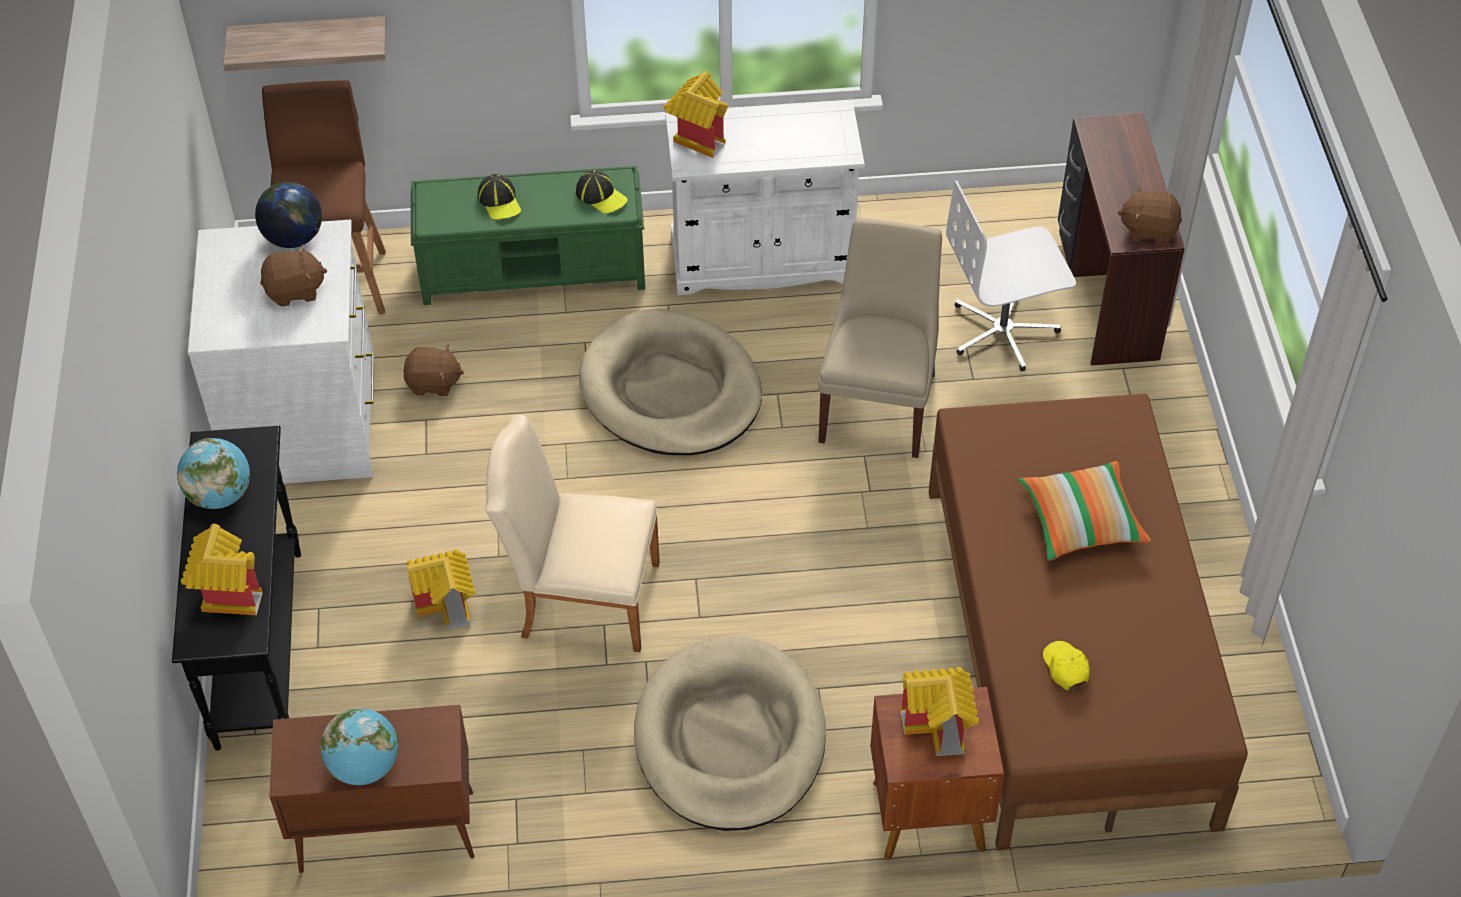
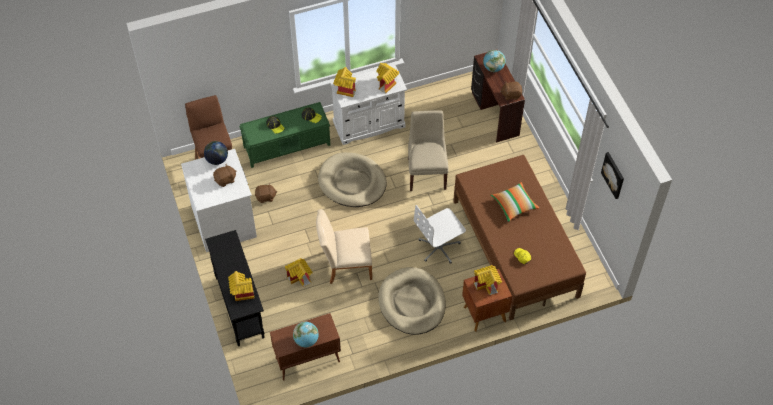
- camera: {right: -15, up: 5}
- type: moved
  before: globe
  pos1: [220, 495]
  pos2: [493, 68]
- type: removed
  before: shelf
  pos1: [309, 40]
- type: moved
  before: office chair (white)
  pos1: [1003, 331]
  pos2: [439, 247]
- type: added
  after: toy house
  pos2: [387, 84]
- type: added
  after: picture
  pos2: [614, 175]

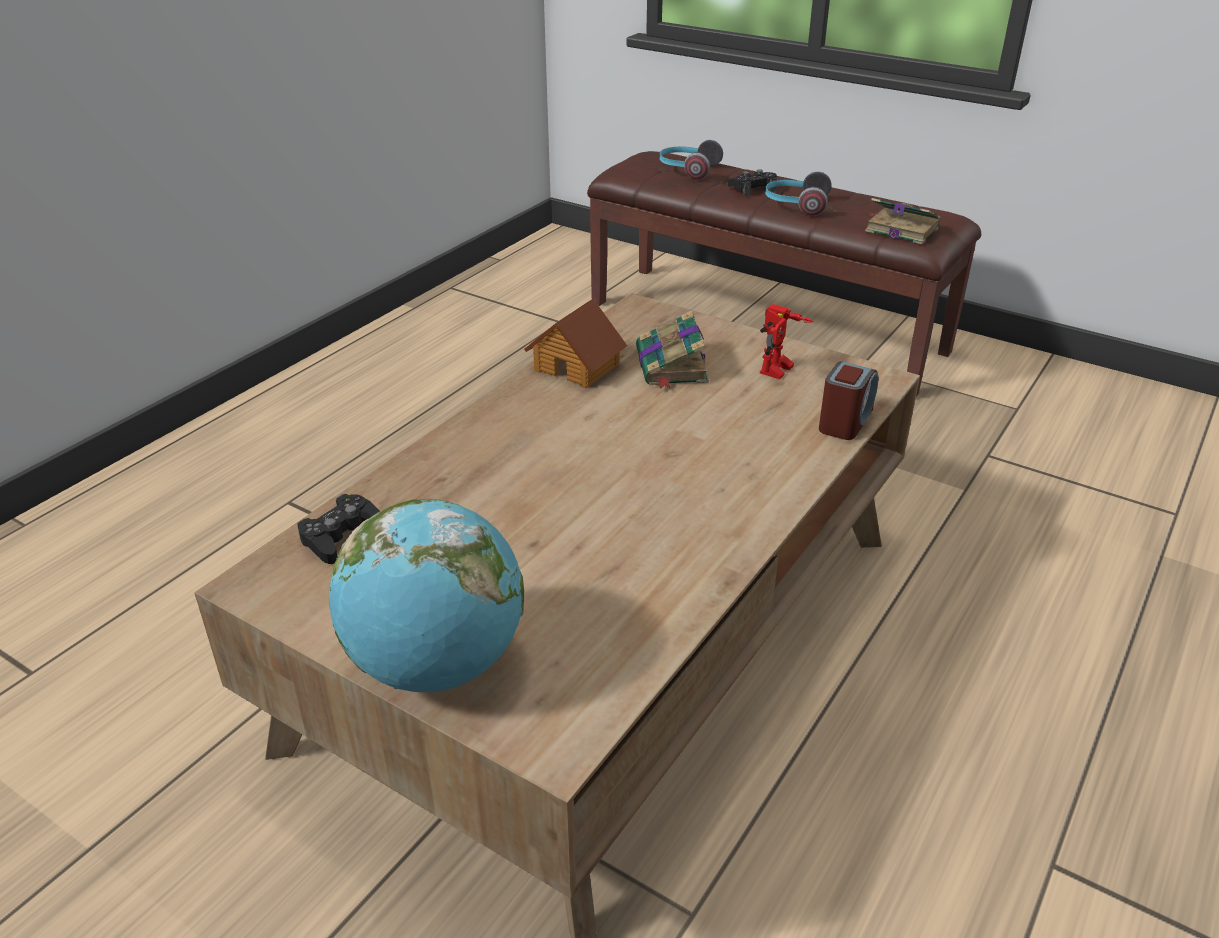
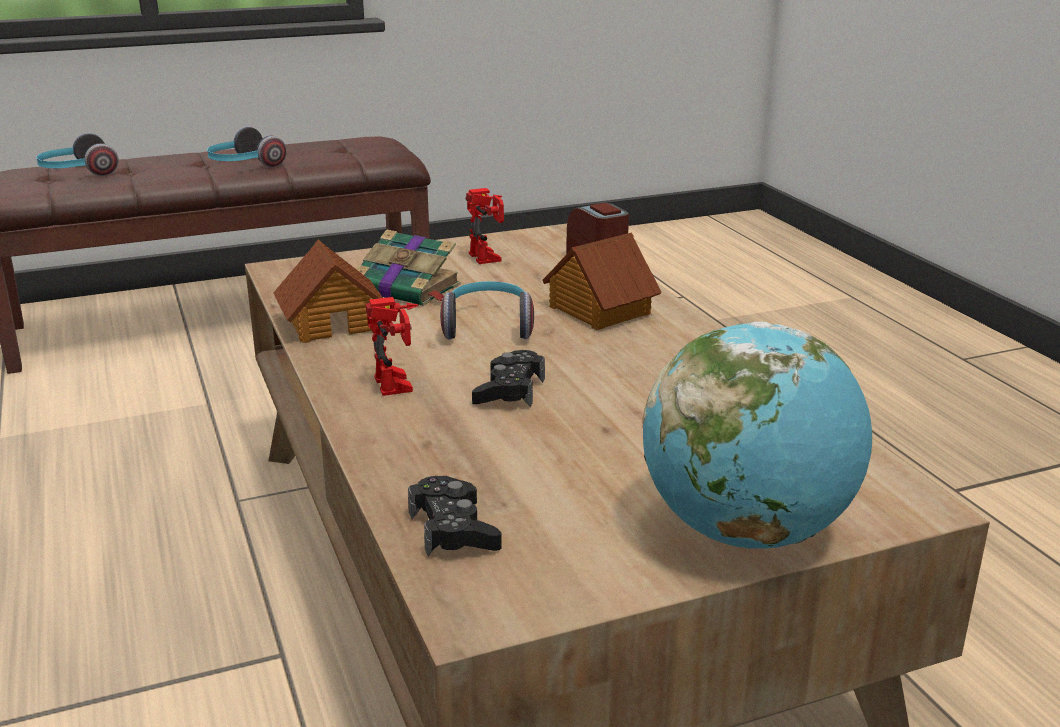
- camera: {right: -55, up: -10}
- type: moved
  before: game controller (black)
  pos1: [752, 189]
  pos2: [509, 390]
- type: removed
  before: book
  pos1: [900, 229]
- type: added
  after: toy robot
  pos2: [400, 385]
- type: added
  after: headphones
  pos2: [488, 326]
- type: added
  after: toy house
  pos2: [598, 310]

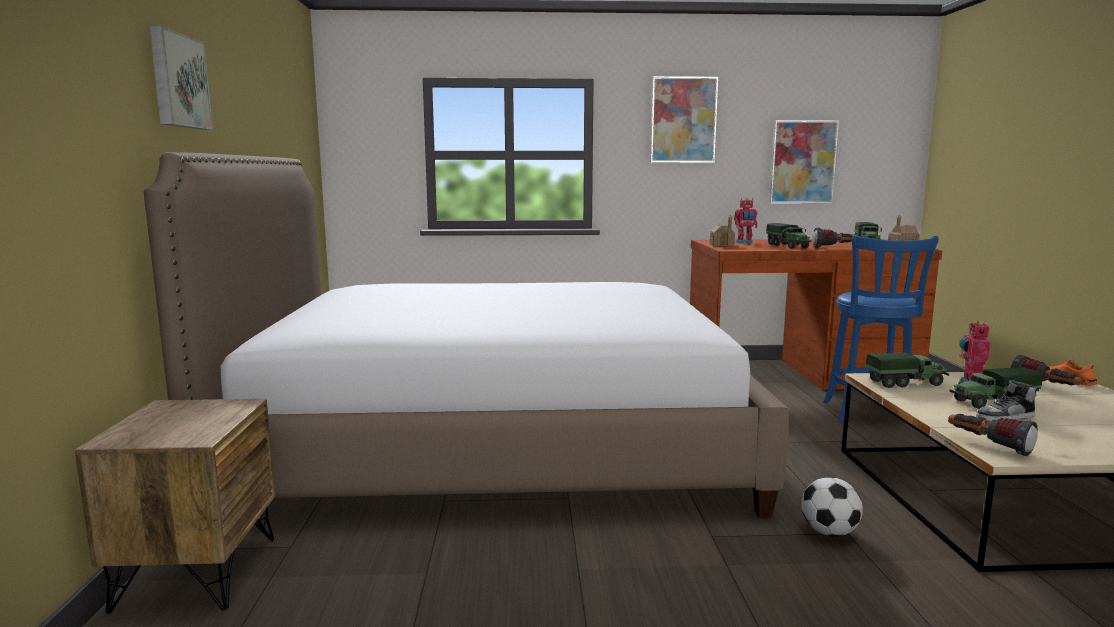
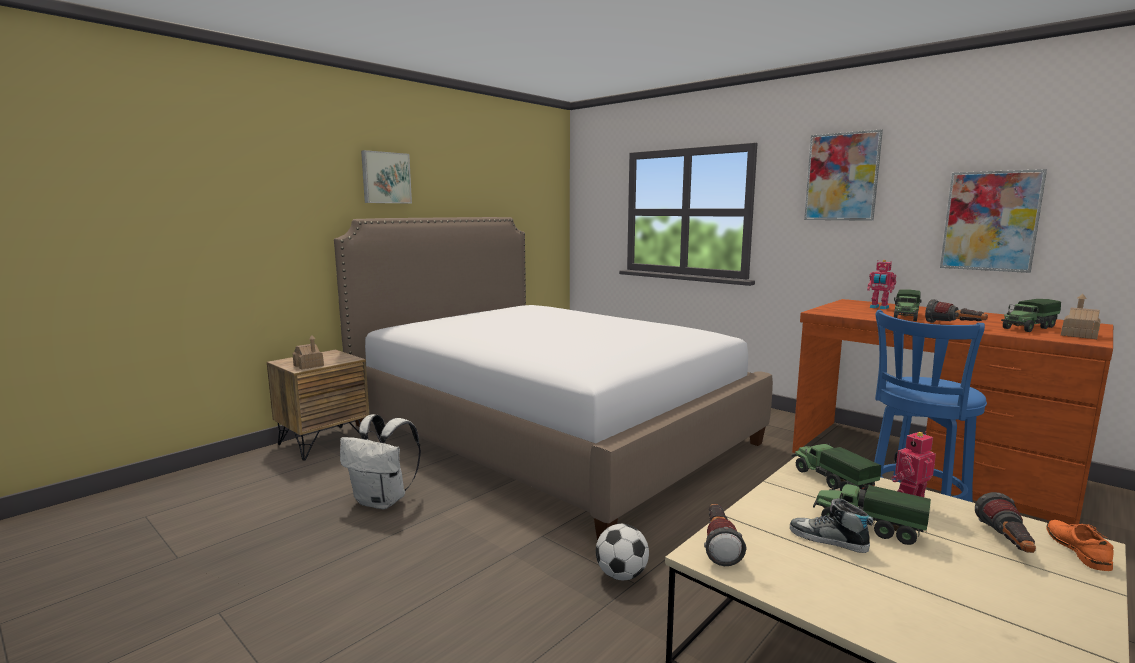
- camera: {right: 45, up: 0}
- type: moved
  before: toy house
  pos1: [721, 245]
  pos2: [308, 365]
- type: turned
  before: toy truck
  pos1: [906, 383]
  pos2: [831, 480]
  turn: -150
- type: added
  after: backpack (white)
  pos2: [383, 501]

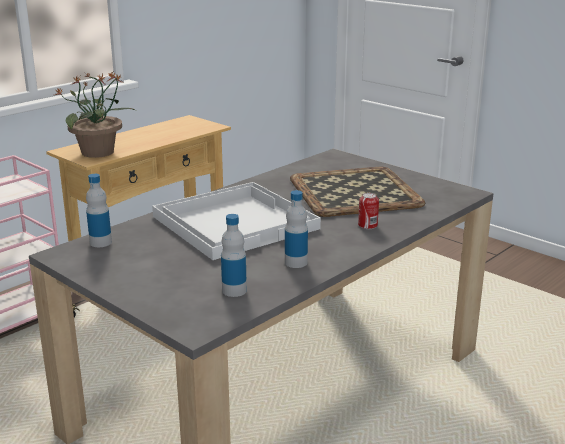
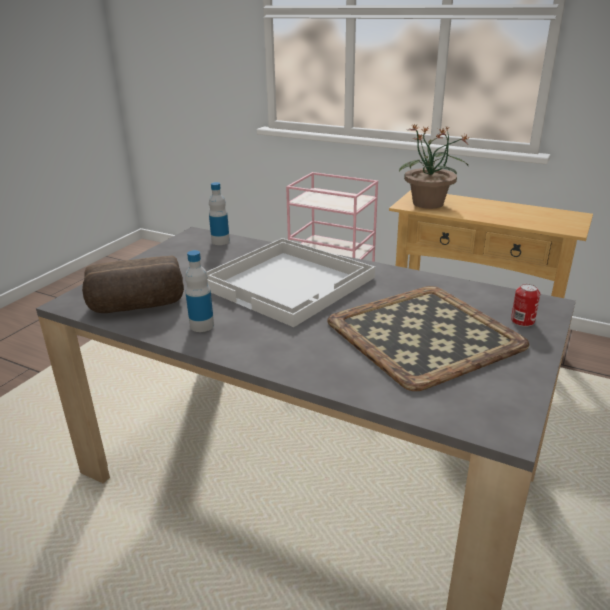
- camera: {right: 75, up: 5}
- type: replaced
  before: bottle
  after: bread
  pos1: [234, 290]
  pos2: [137, 306]
- type: moved
  before: can
  pos1: [367, 225]
  pos2: [522, 321]

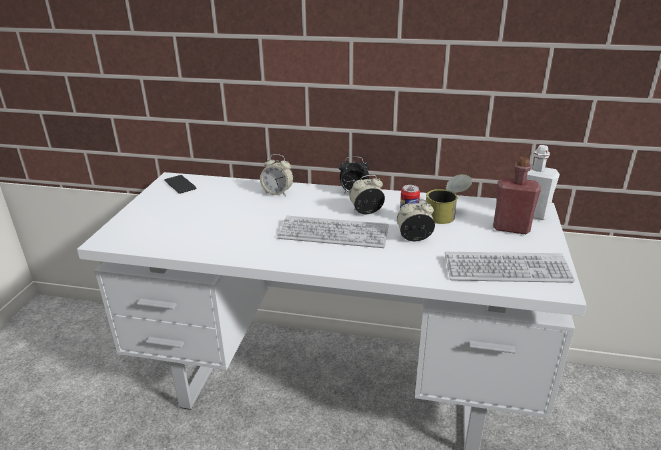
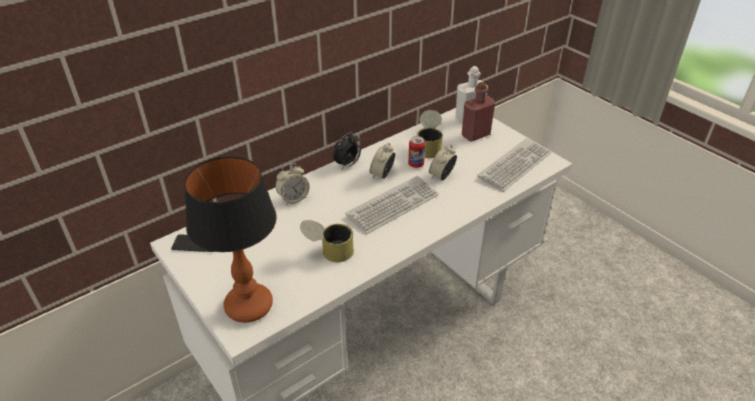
- camera: {right: -50, up: 10}
- type: added
  after: table lamp
  pos2: [249, 305]
- type: added
  after: can
  pos2: [328, 251]

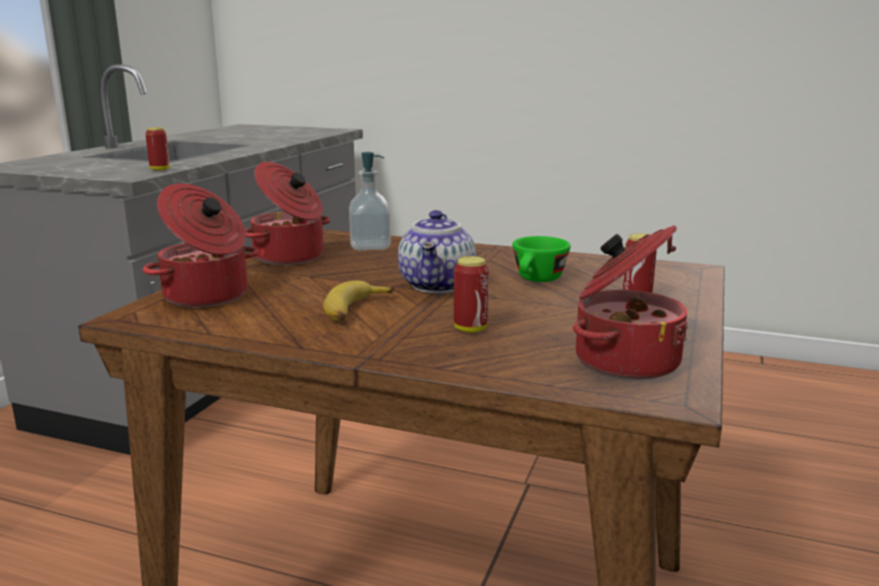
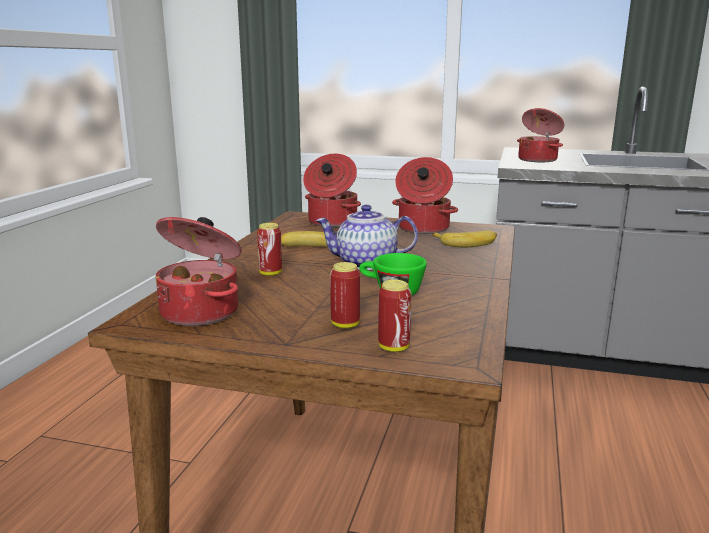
- camera: {right: 85, up: 0}
- type: moved
  before: can
  pos1: [160, 169]
  pos2: [393, 347]
- type: replaced
  before: soap dispenser
  after: banana
  pos1: [370, 246]
  pos2: [467, 243]
- type: added
  after: cooking pot
  pos2: [538, 160]

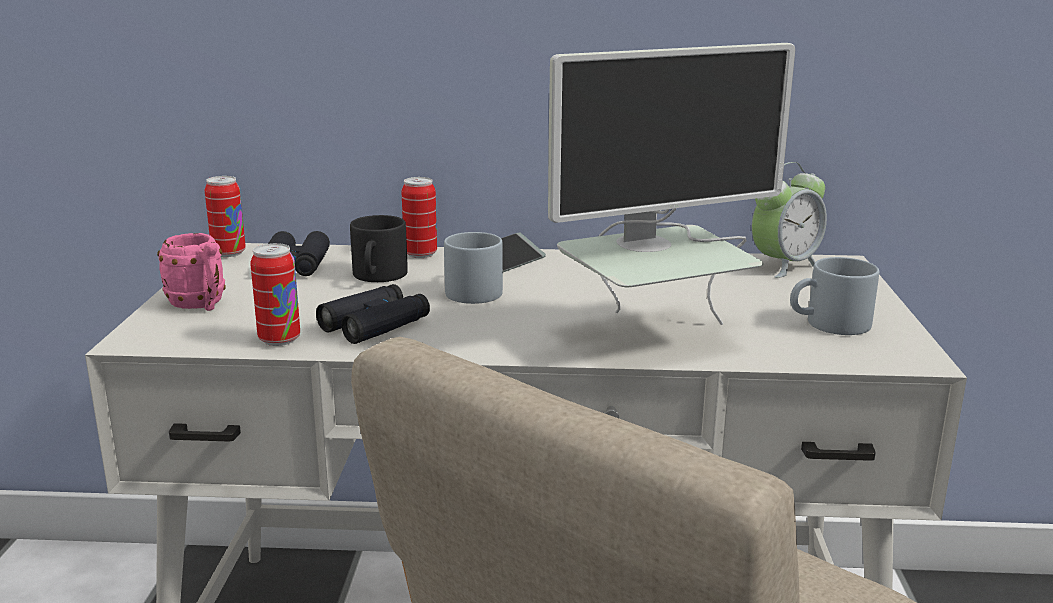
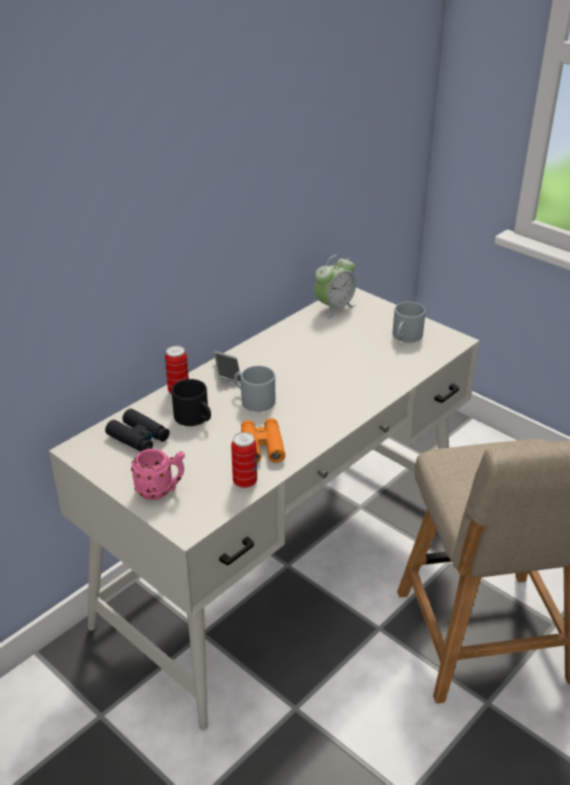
- camera: {right: -50, up: 15}
- type: removed
  before: can
  pos1: [229, 253]
- type: recoloured
  before: binoculars (black)
  after: binoculars (orange)
  pos1: [375, 325]
  pos2: [262, 446]
- type: removed
  before: monitor
  pos1: [653, 336]
- type: turned
  before: alarm clock
  pos1: [784, 266]
  pos2: [334, 308]
  turn: 45

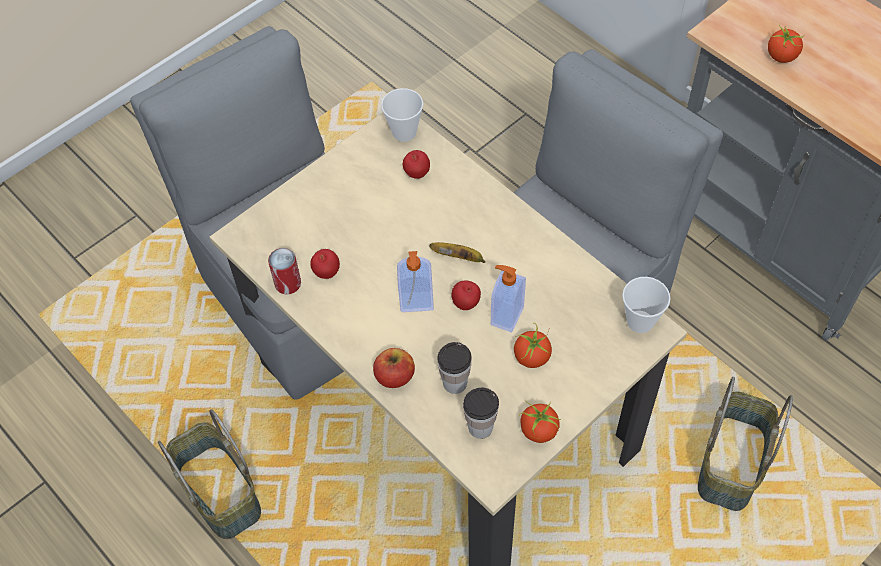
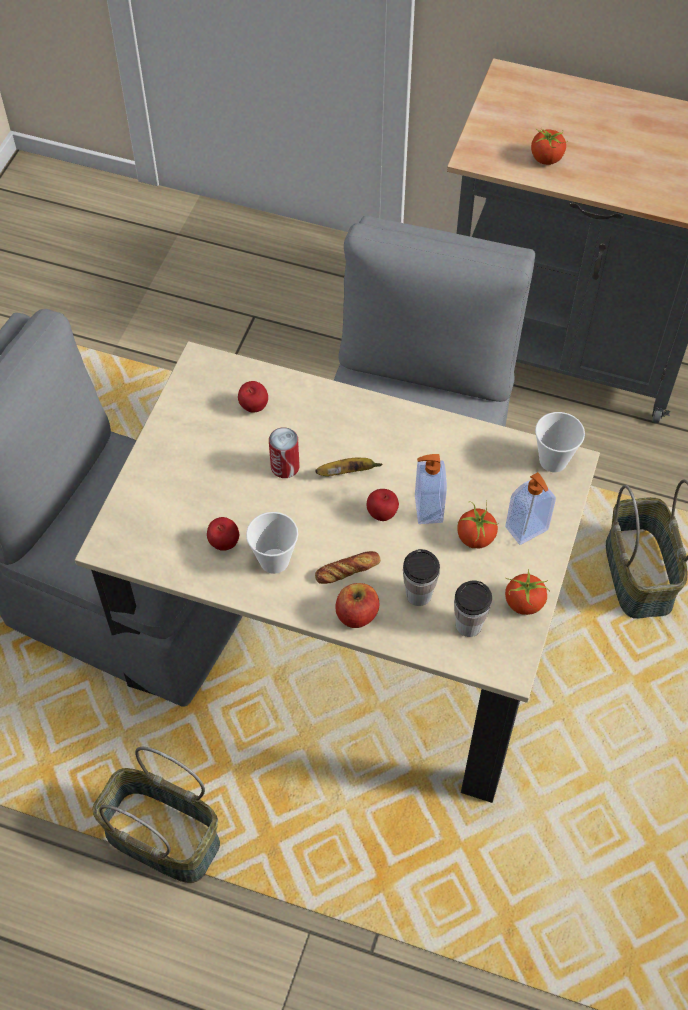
- camera: {right: -30, up: 0}
- type: moved
  before: can
  pos1: [288, 283]
  pos2: [285, 467]
- type: moved
  before: cup
  pos1: [404, 132]
  pos2: [274, 561]
- type: moved
  before: soap dispenser
  pos1: [416, 303]
  pos2: [527, 530]
- type: added
  after: bread
  pos2: [347, 570]

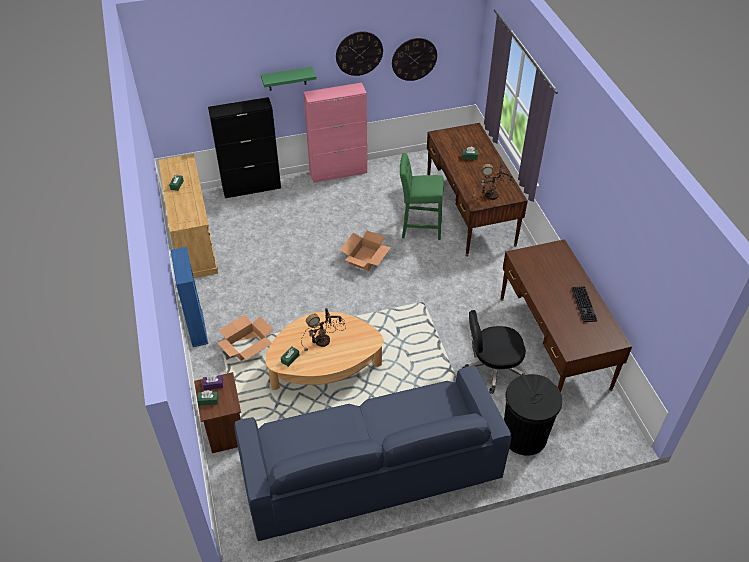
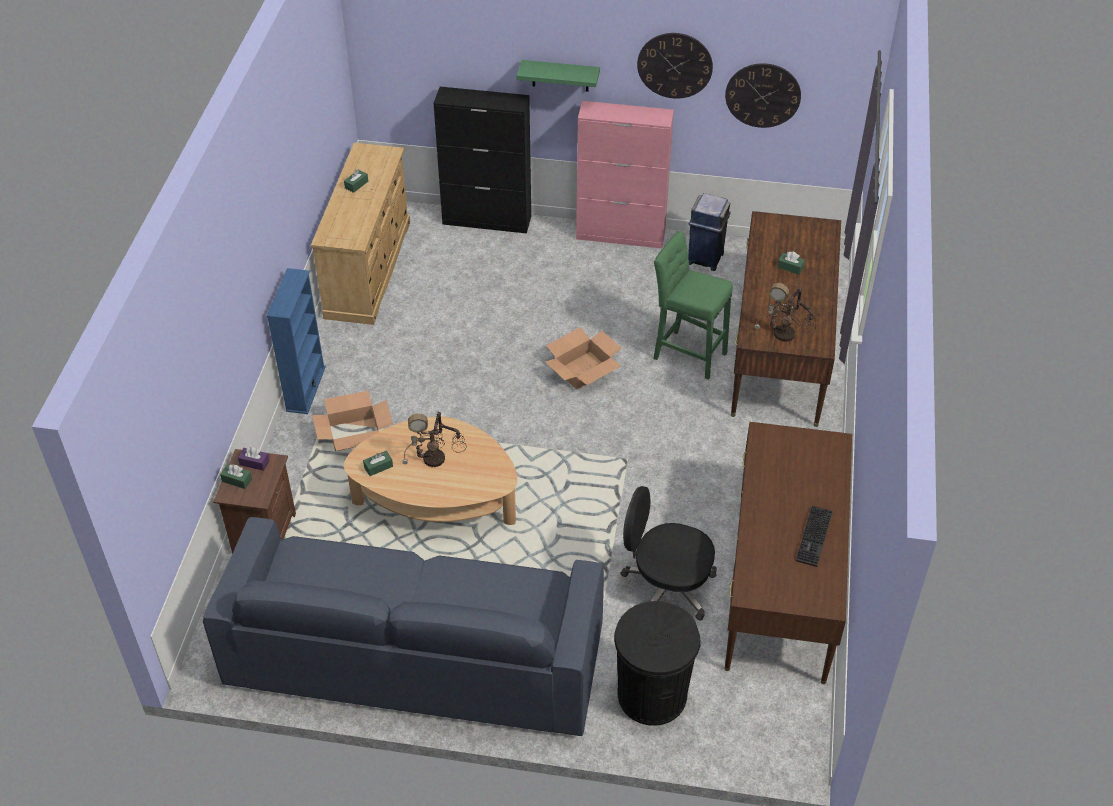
- camera: {right: 25, up: 0}
- type: added
  after: trash can (blue)
  pos2: [705, 258]

